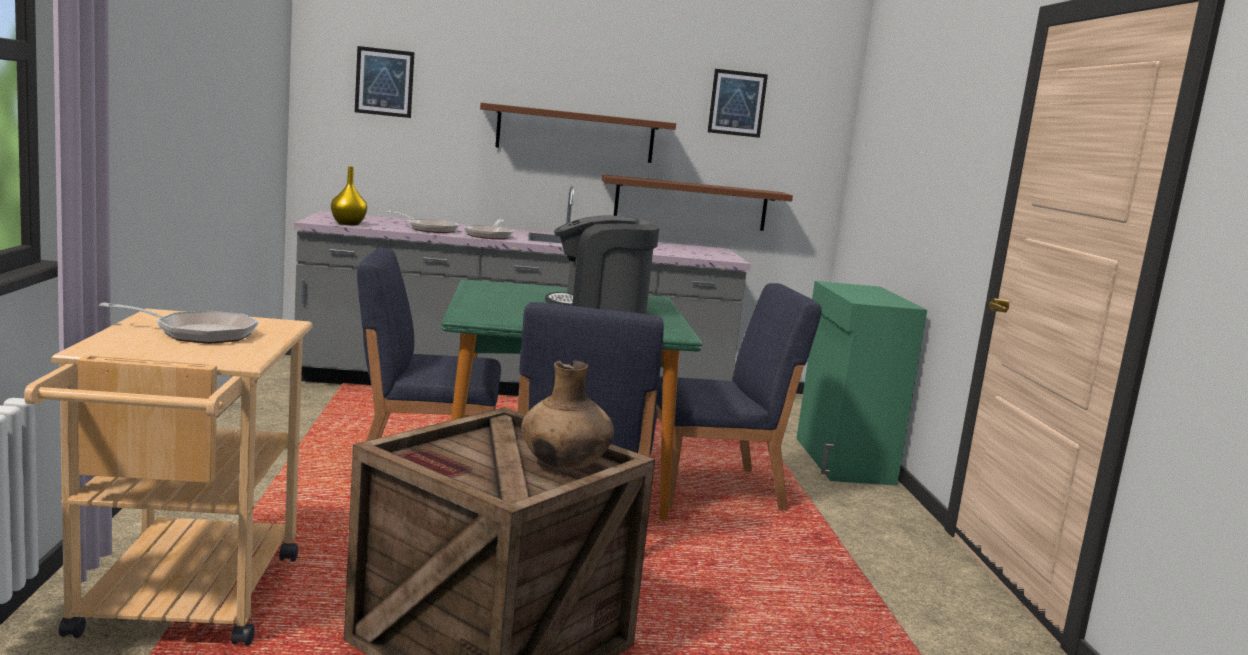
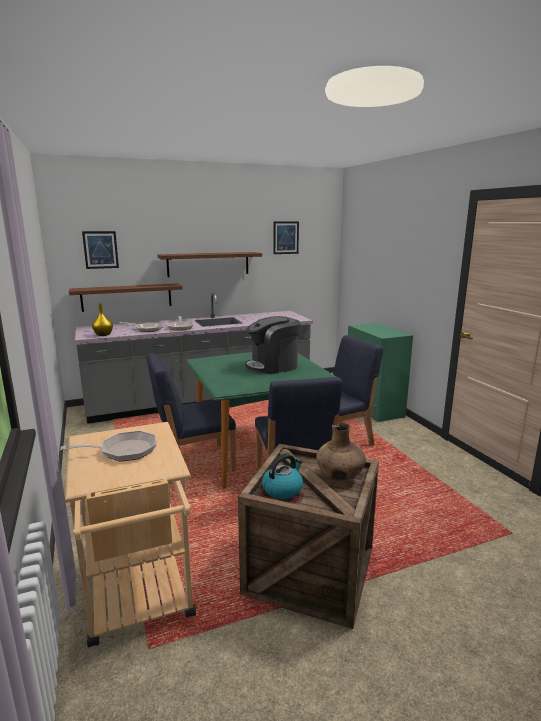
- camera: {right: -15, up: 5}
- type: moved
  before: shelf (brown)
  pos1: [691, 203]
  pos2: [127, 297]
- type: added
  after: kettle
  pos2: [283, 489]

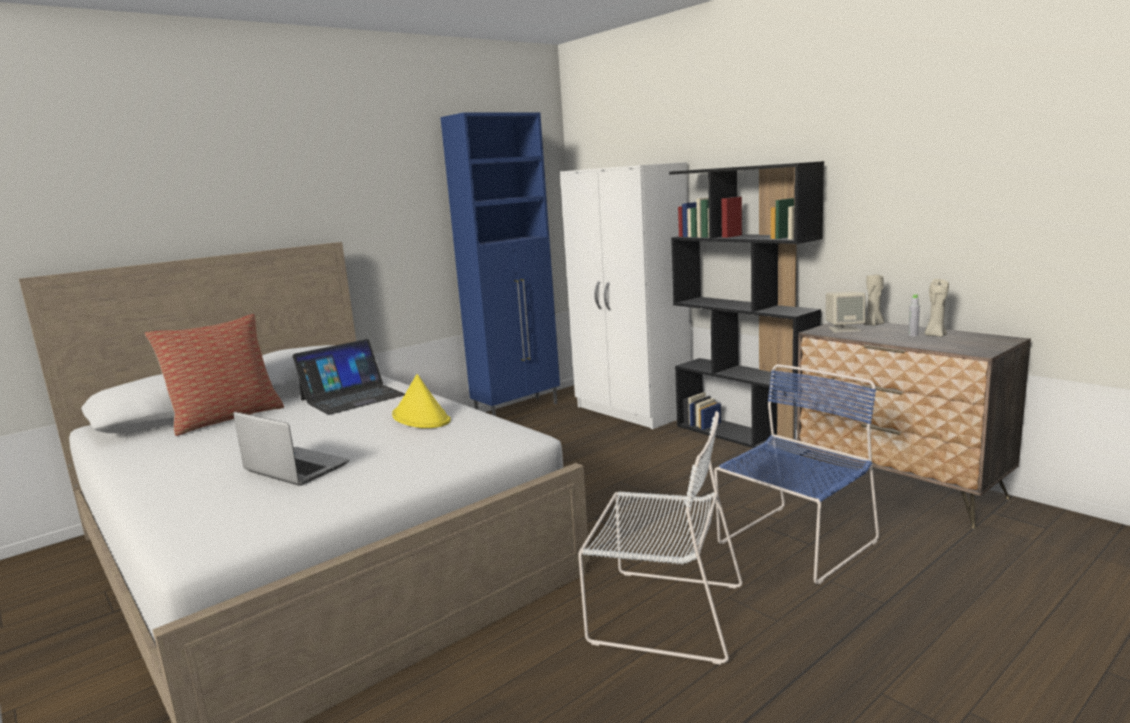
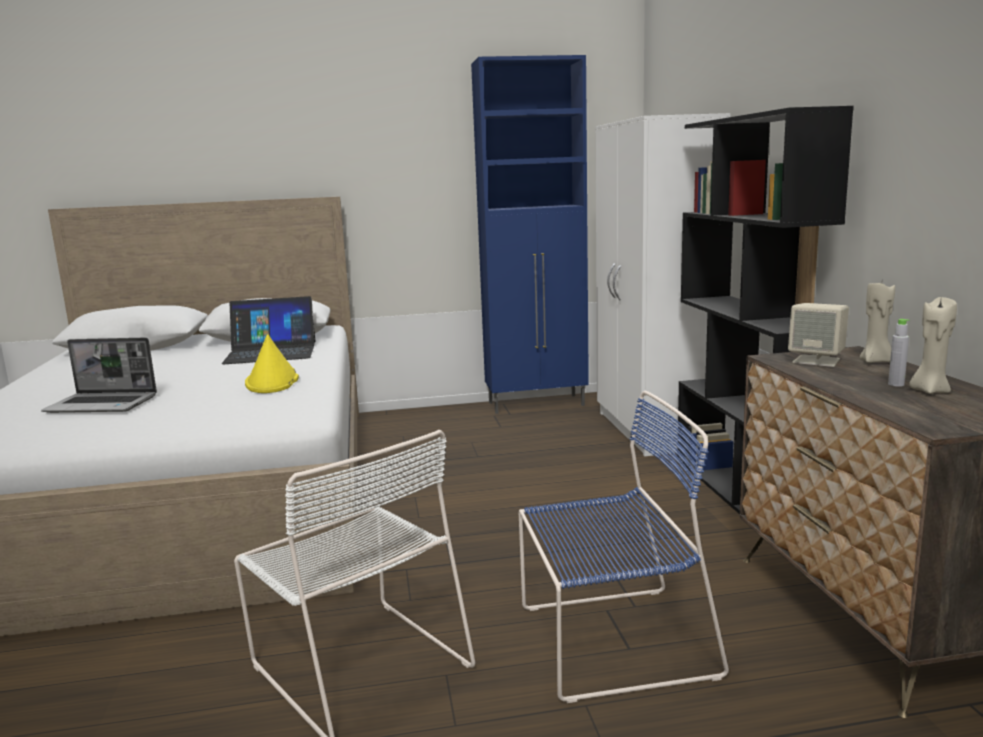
- camera: {right: 30, up: 0}
- type: removed
  before: pillow
  pos1: [226, 418]
- type: turned
  before: laptop
  pos1: [294, 468]
  pos2: [103, 404]
  turn: 120

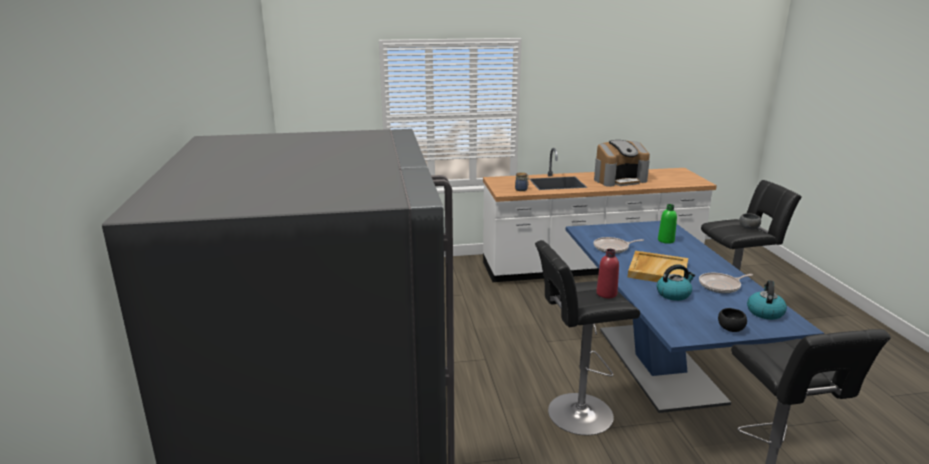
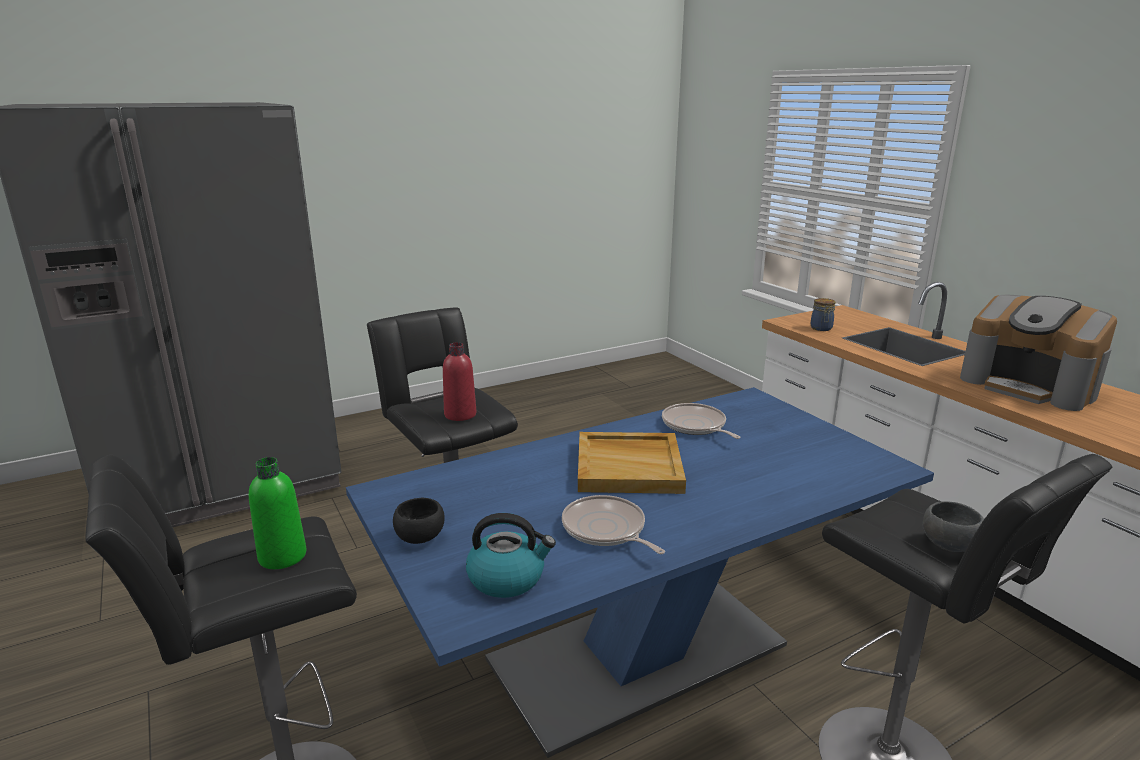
- camera: {right: 70, up: 0}
- type: removed
  before: kettle
  pos1: [673, 294]
- type: moved
  before: bottle (green)
  pos1: [666, 240]
  pos2: [282, 556]

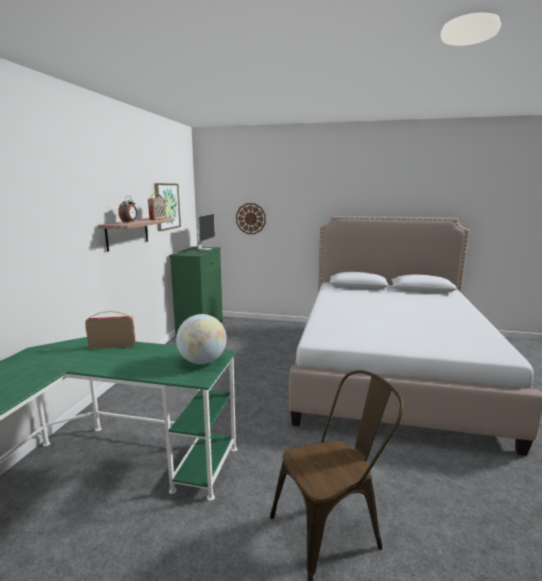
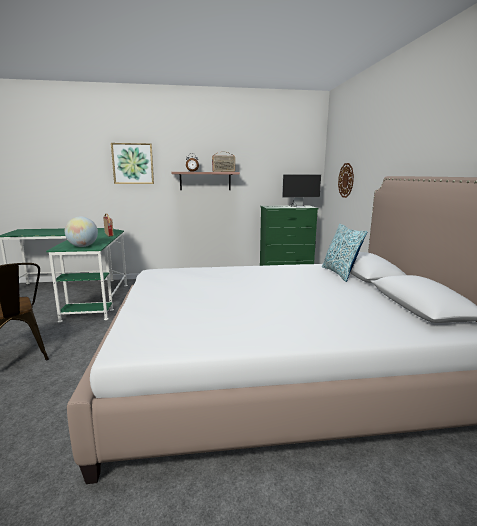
- camera: {right: 70, up: 0}
- type: moved
  before: picture
  pos1: [166, 206]
  pos2: [133, 163]
- type: added
  after: pillow
  pos2: [340, 273]

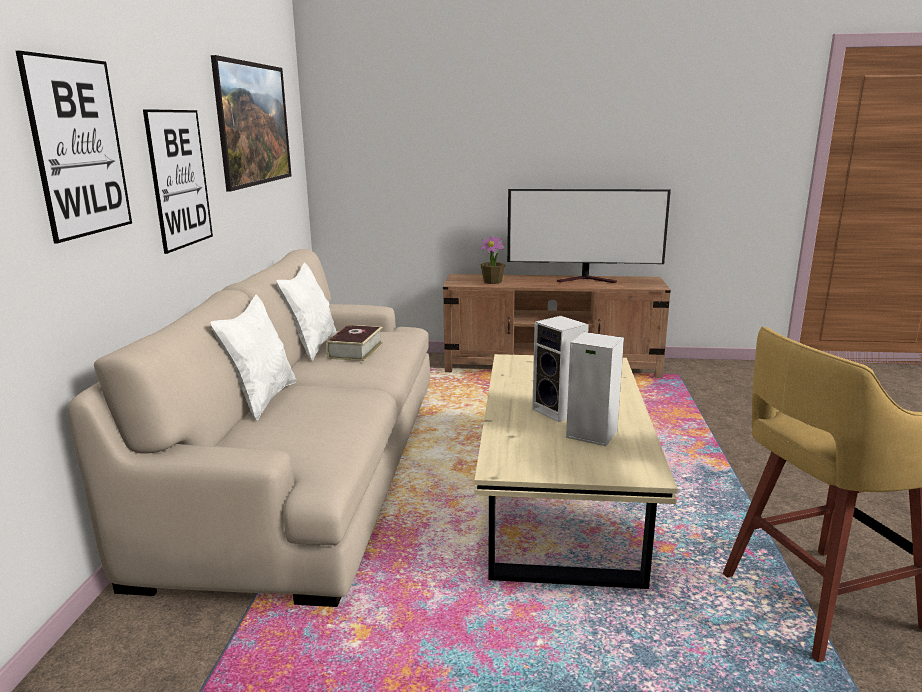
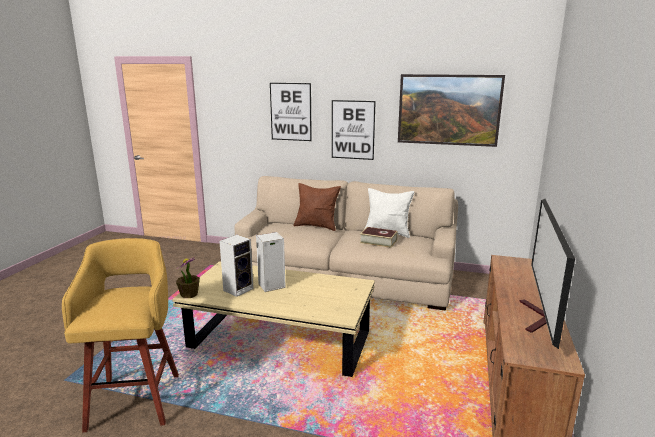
- camera: {right: 100, up: 0}
- type: recoloured
  before: pillow (white)
  after: pillow (brown)
  pos1: [262, 399]
  pos2: [316, 226]
- type: moved
  before: potted plant
  pos1: [492, 282]
  pos2: [189, 294]

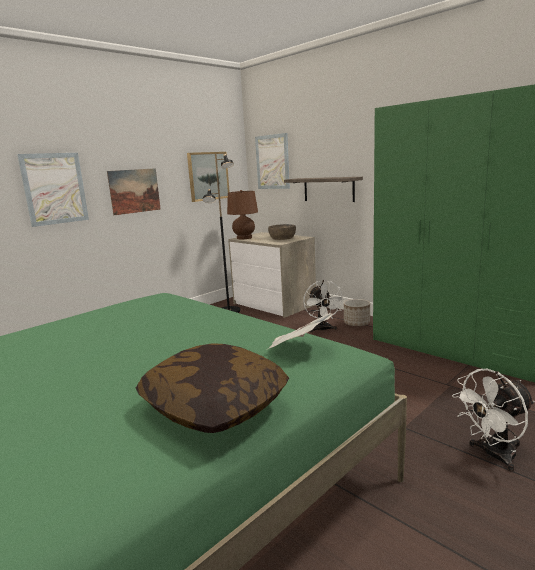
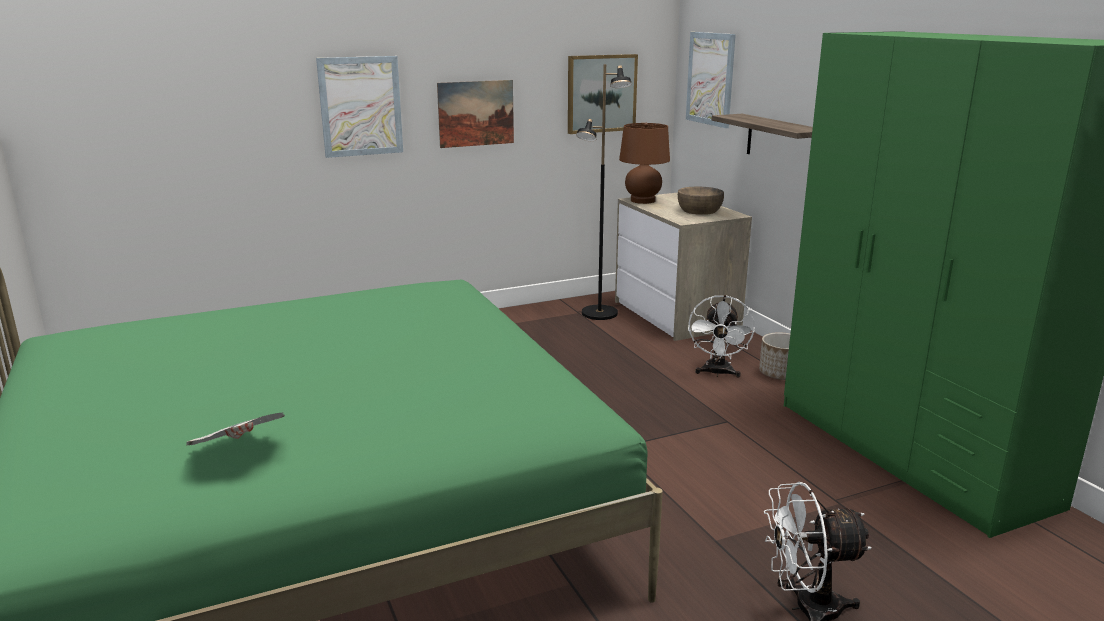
- camera: {right: 20, up: 5}
- type: removed
  before: pillow
  pos1: [214, 407]
- type: moved
  before: newspaper
  pos1: [298, 348]
  pos2: [239, 453]

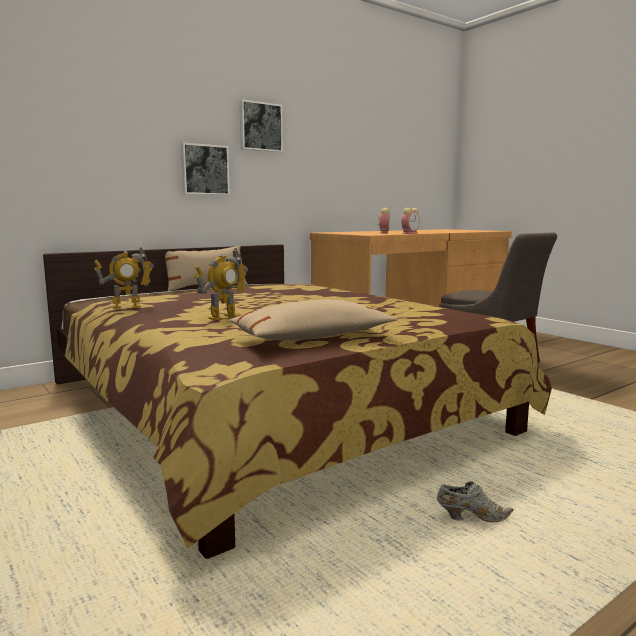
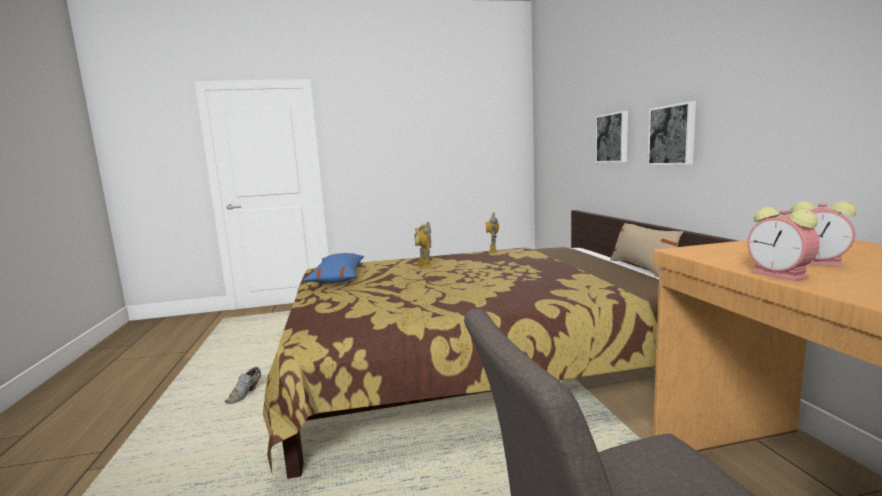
- camera: {right: 115, up: 0}
- type: recoloured
  before: pillow (beige)
  after: pillow (blue)
  pos1: [312, 337]
  pos2: [338, 277]
- type: moved
  before: picture
  pos1: [260, 127]
  pos2: [613, 138]

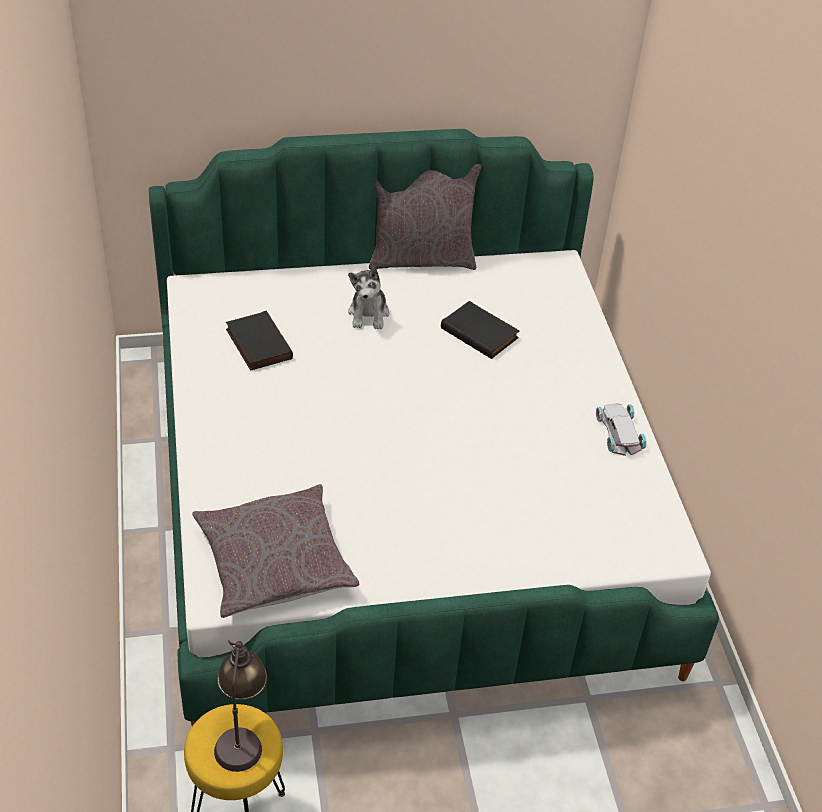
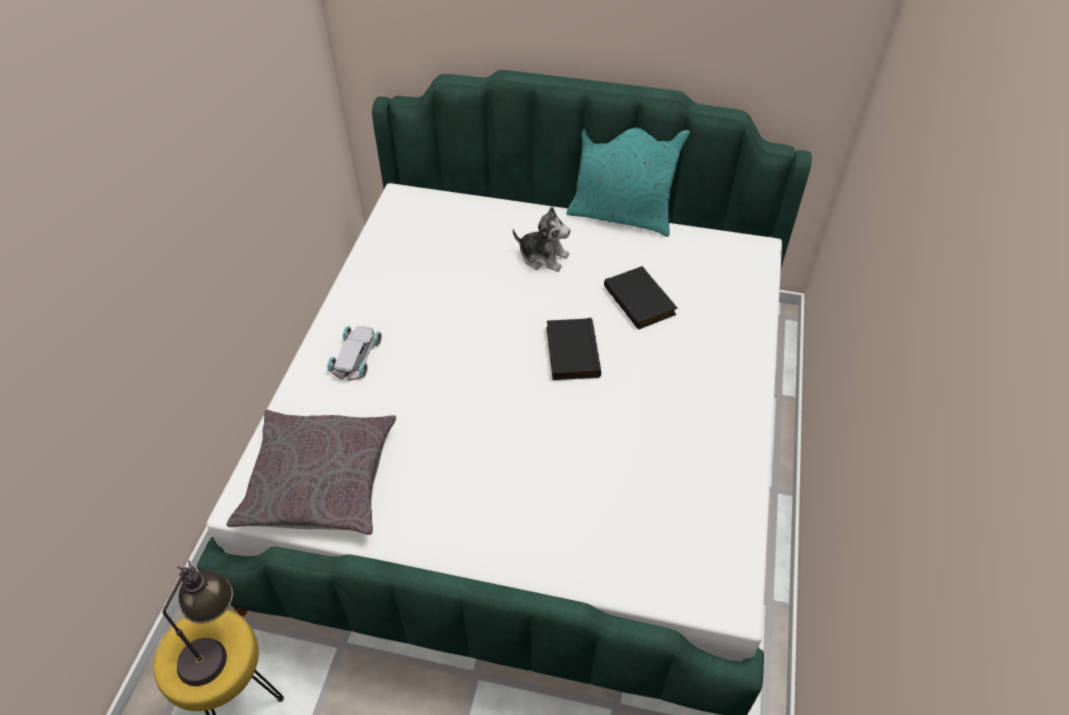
- camera: {right: 25, up: 5}
- type: moved
  before: book (black)
  pos1: [257, 344]
  pos2: [570, 351]
- type: turned
  before: plush toy
  pos1: [369, 314]
  pos2: [543, 257]
  turn: -90
- type: recoloured
  before: pillow (grey)
  after: pillow (turquoise)
  pos1: [421, 258]
  pos2: [621, 214]
- type: moved
  before: toy car (white)
  pos1: [620, 432]
  pos2: [357, 355]

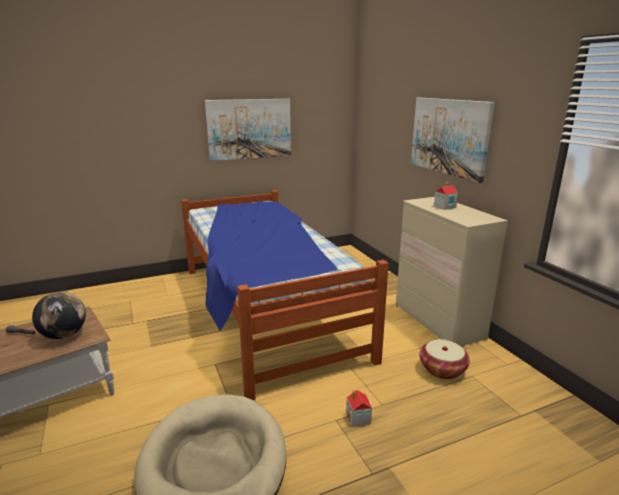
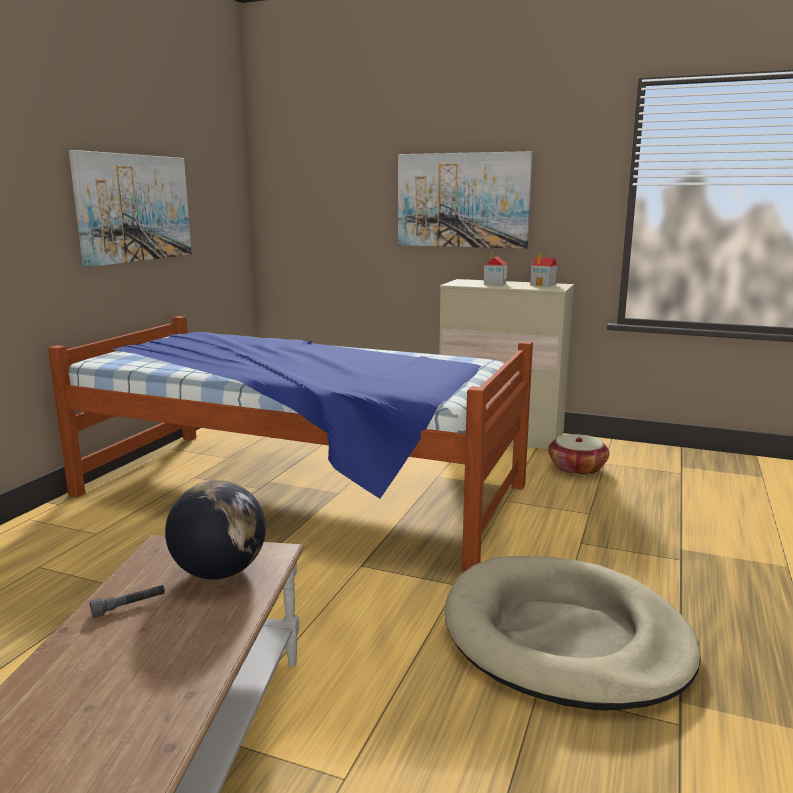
- camera: {right: -45, up: -5}
- type: moved
  before: toy house
  pos1: [358, 418]
  pos2: [543, 285]

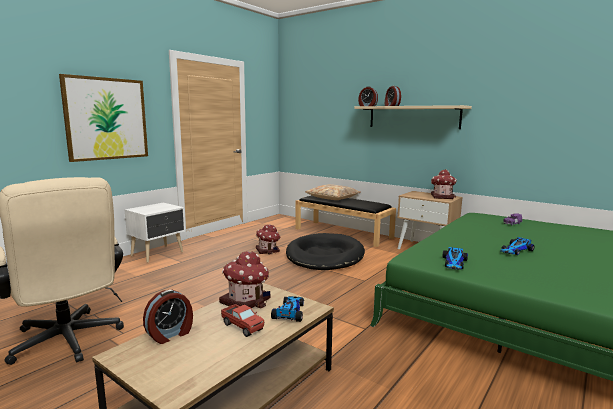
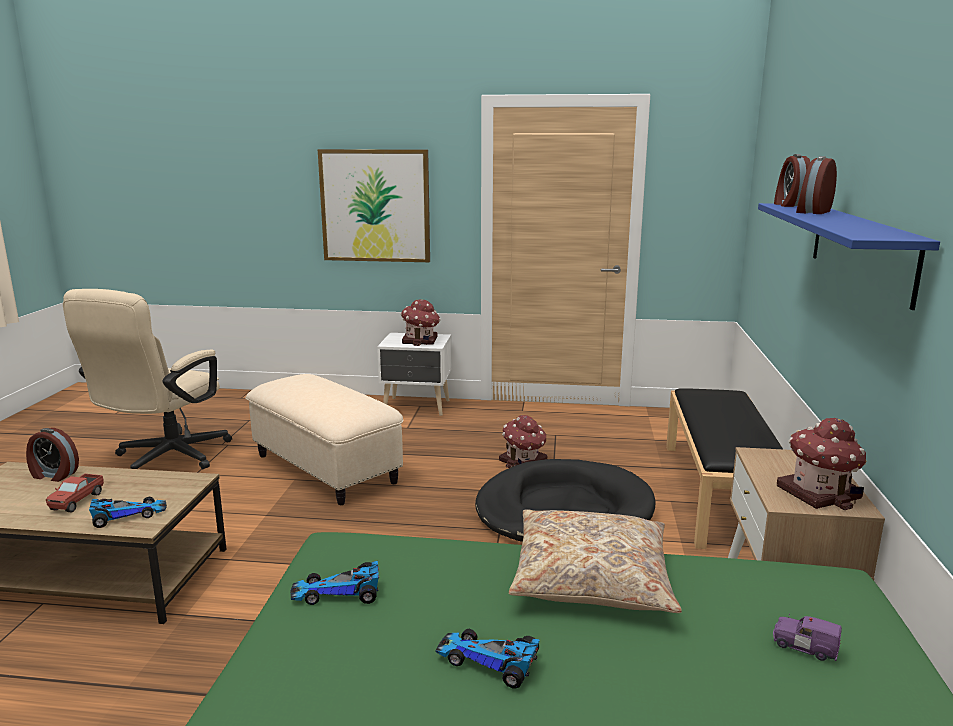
- camera: {right: 60, up: 5}
- type: moved
  before: toy house
  pos1: [246, 300]
  pos2: [421, 341]
- type: moved
  before: pillow (beige)
  pos1: [332, 198]
  pos2: [592, 577]
- type: recoloured
  before: shelf (beige)
  after: shelf (blue)
  pos1: [413, 117]
  pos2: [860, 249]
- type: added
  after: ottoman (beige)
  pos2: [327, 468]

